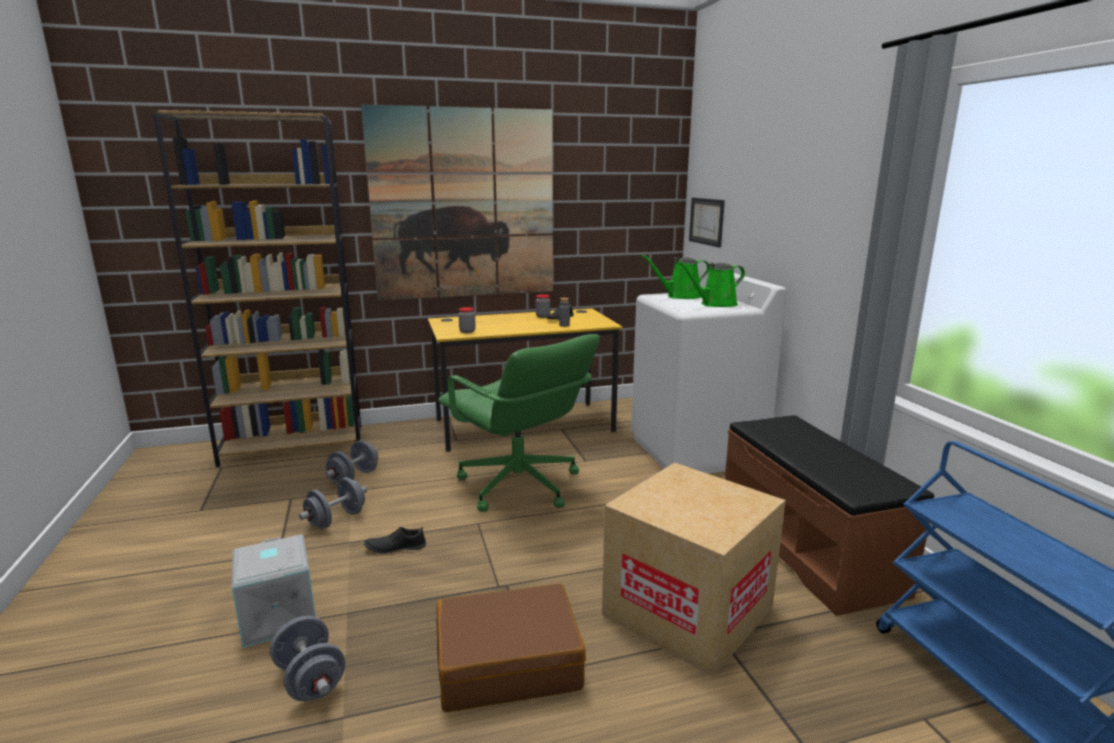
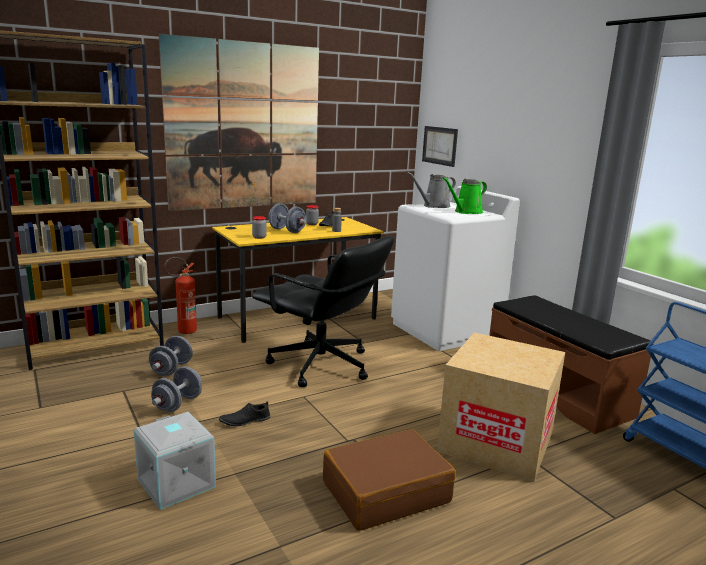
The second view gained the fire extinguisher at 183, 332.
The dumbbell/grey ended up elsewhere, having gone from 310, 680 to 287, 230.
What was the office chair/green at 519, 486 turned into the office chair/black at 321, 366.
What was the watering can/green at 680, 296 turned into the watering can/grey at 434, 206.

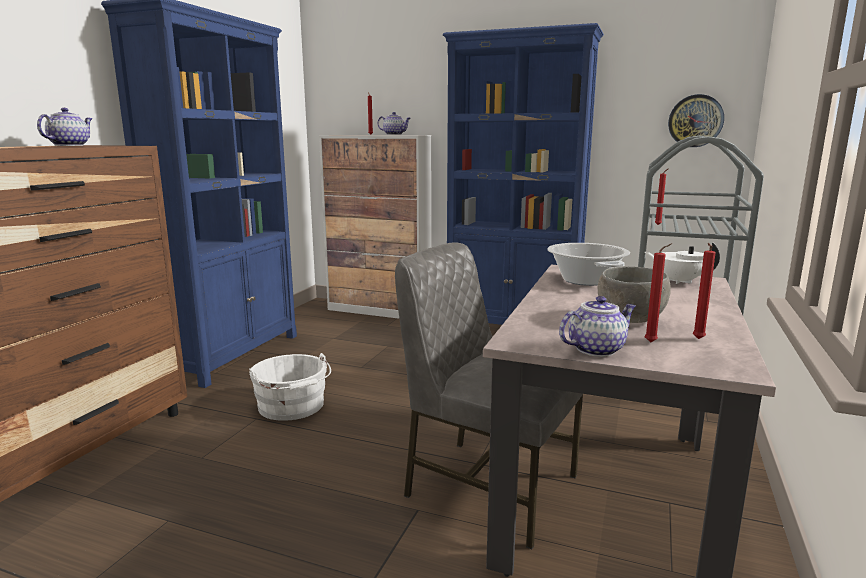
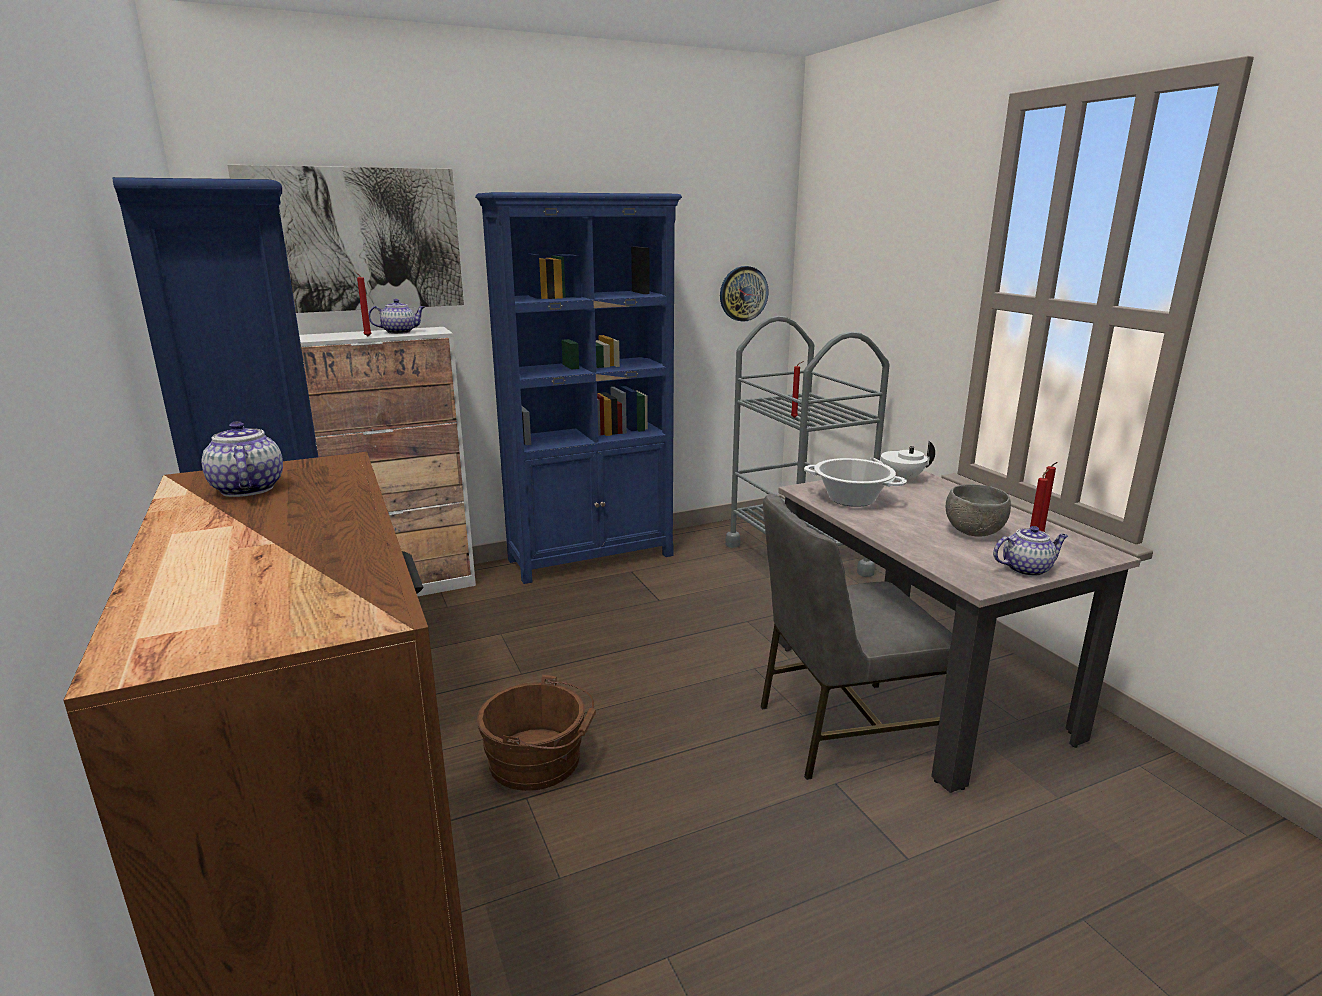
The second view gained the picture at 354, 240.
What was the bucket/white at 292, 407 turned into the bucket/brown at 540, 761.
The teapot at 596, 349 ended up facing another way, 60 degrees clockwise from before.

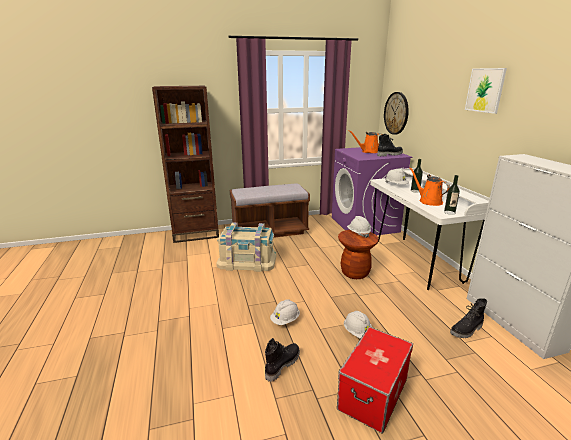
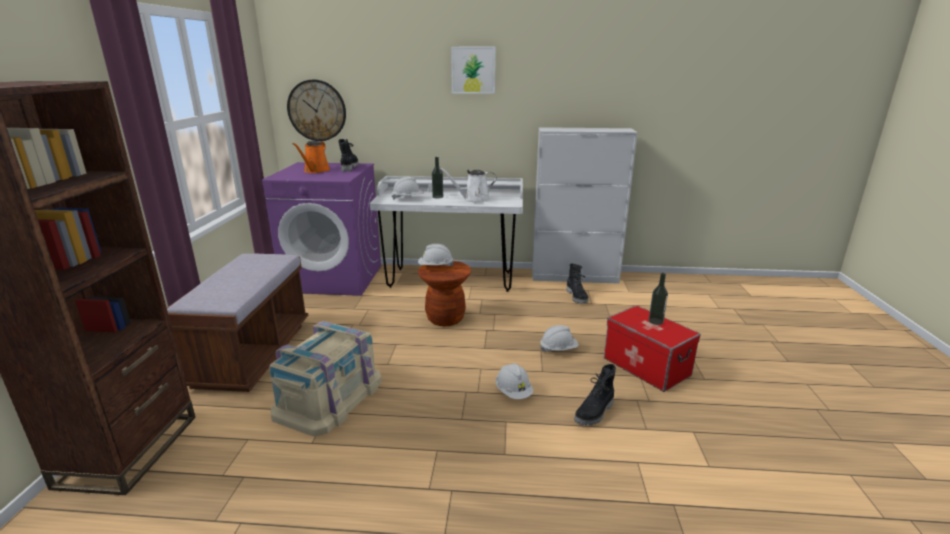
The bottle ended up elsewhere, having gone from 449, 212 to 655, 321.
What was the watering can/orange at 428, 201 turned into the watering can/white at 473, 199.
The boot/black at 282, 364 ended up facing another way, 105 degrees counterclockwise from before.

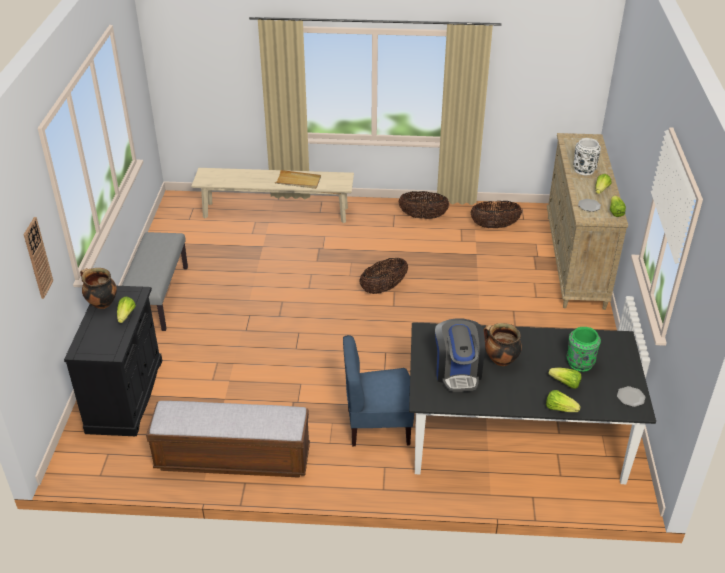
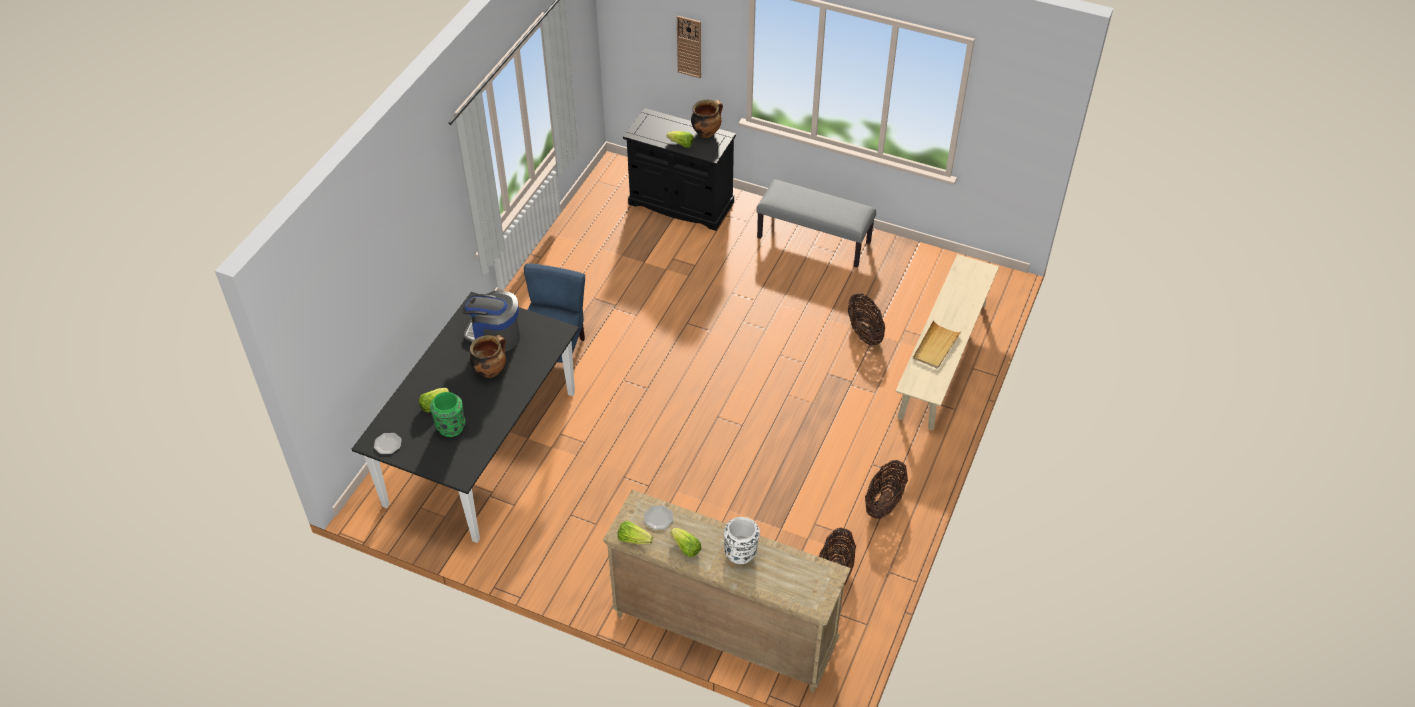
The second view lost the bench at 233, 458.
The second view lost the lettuce at 560, 408.
The basket ended up elsewhere, having gone from 383, 288 to 864, 332.

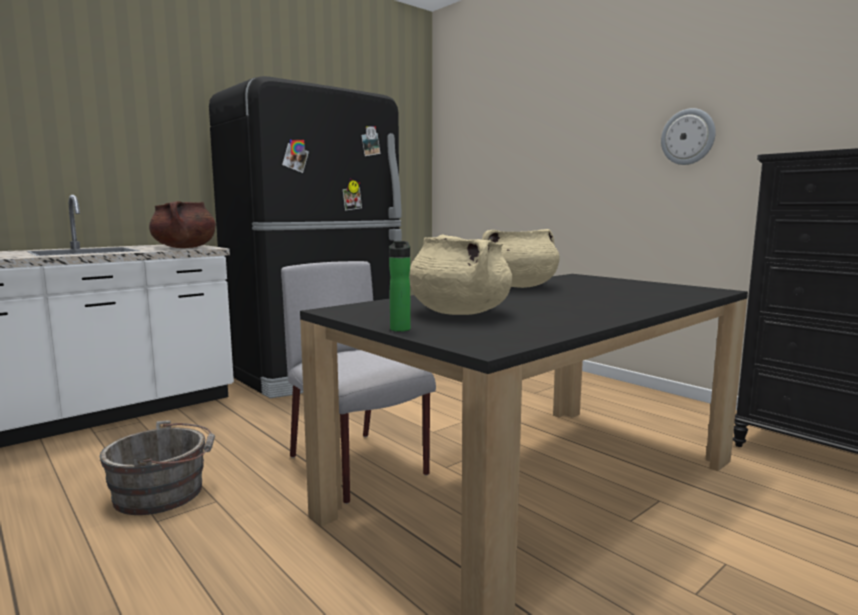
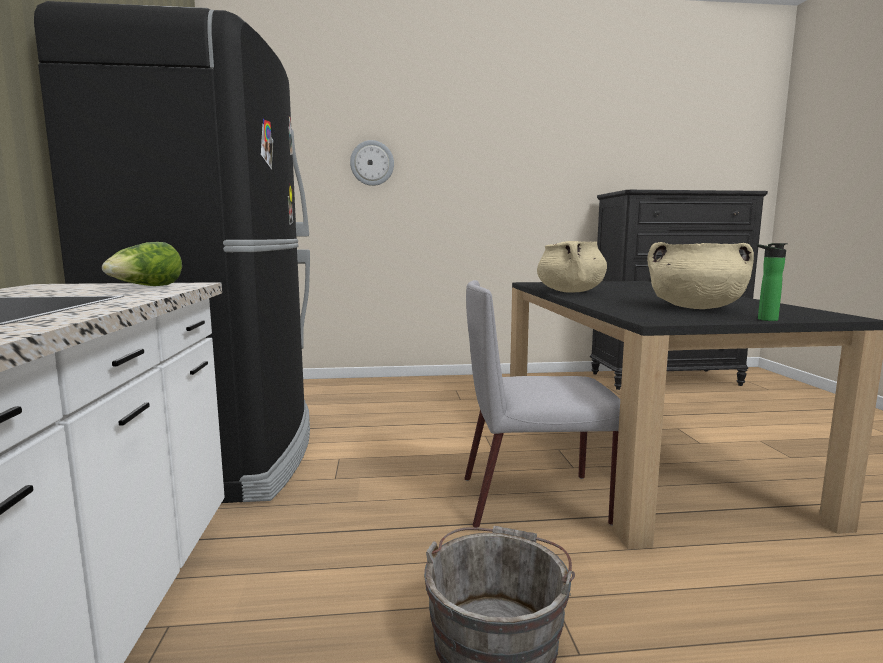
The wall clock ended up elsewhere, having gone from 688, 137 to 372, 163.
Where the cooking pot/brown stood at 184, 248, the lettuce came to stand at 146, 287.

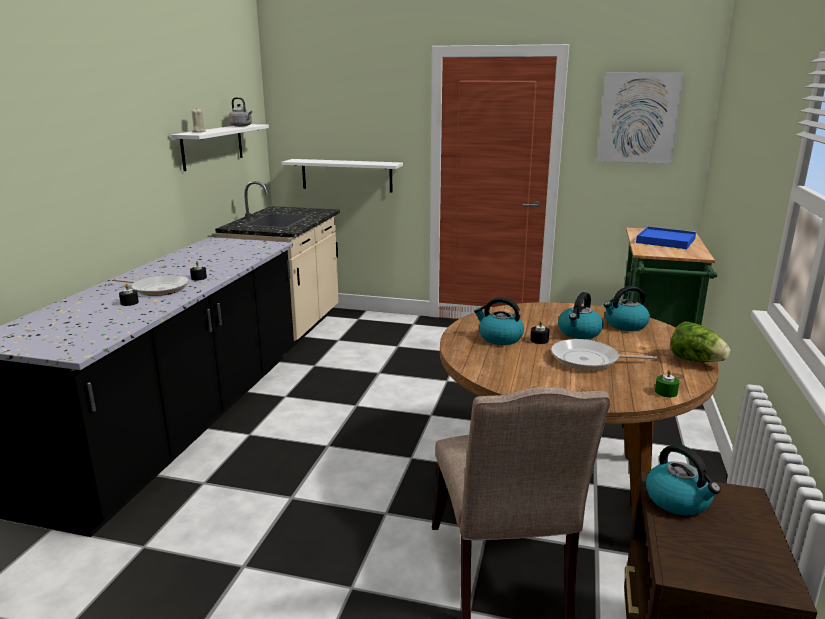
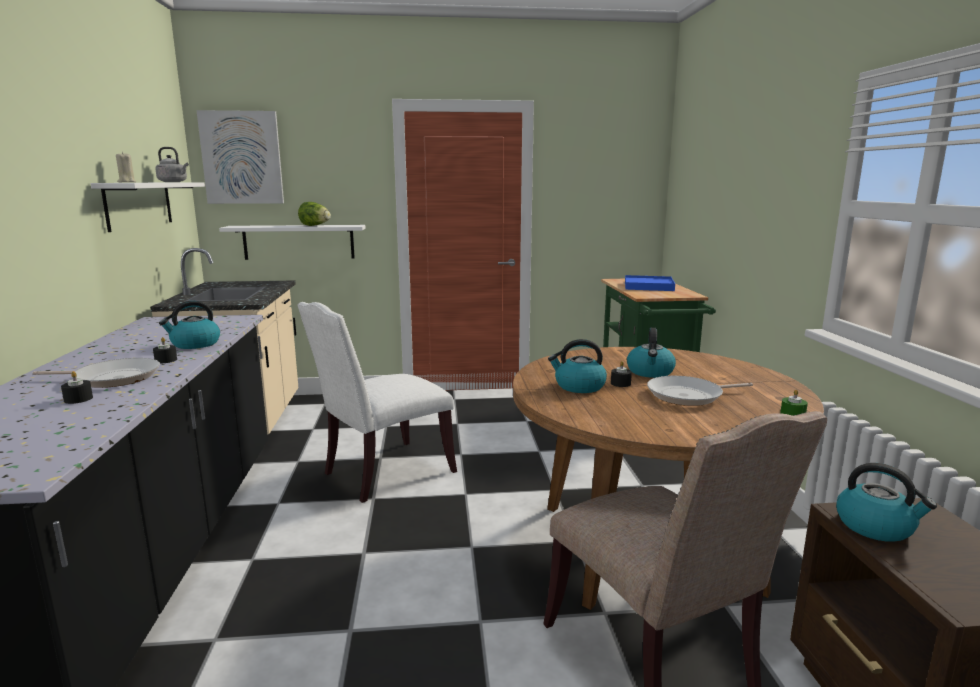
The second view gained the chair/white at 383, 473.
The picture ended up elsewhere, having gone from 638, 118 to 242, 158.
The kettle ended up elsewhere, having gone from 625, 325 to 195, 344.
The lettuce ended up elsewhere, having gone from 695, 361 to 315, 225.

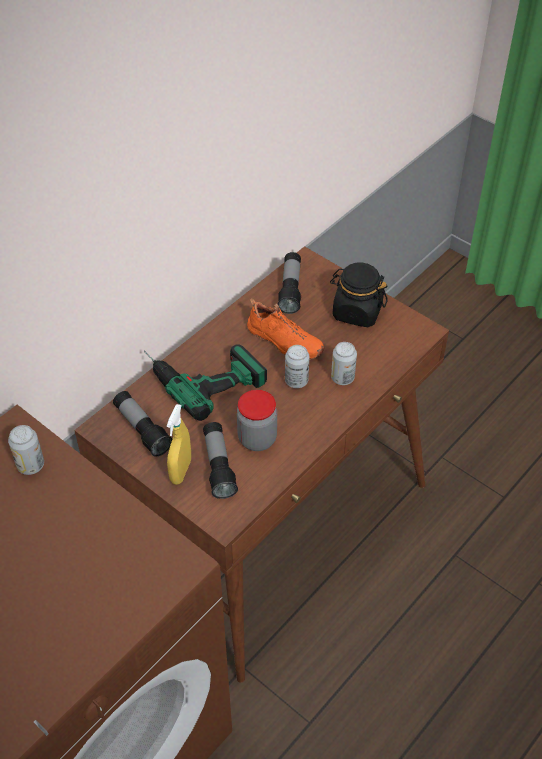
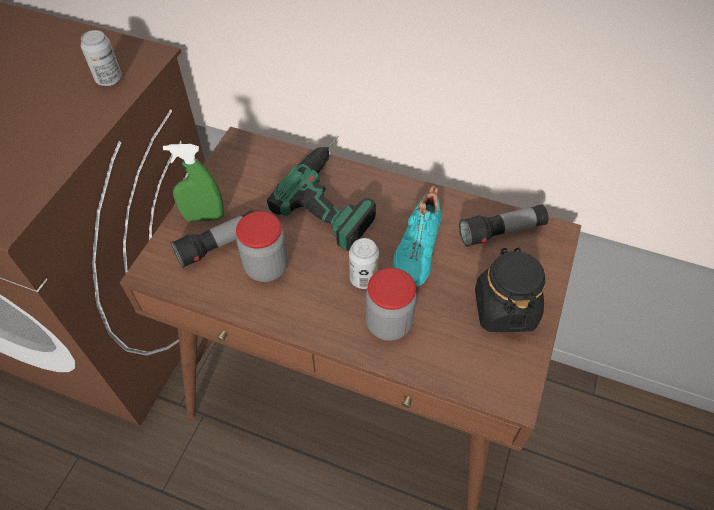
The second view lost the flashlight at 142, 429.
Where the can stood at 342, 378, the jar came to stand at 388, 323.
What was the spray bottle/yellow at 181, 471 turned into the spray bottle/green at 204, 217.
What was the shoe/orange at 283, 342 turned into the shoe/turquoise at 415, 249.

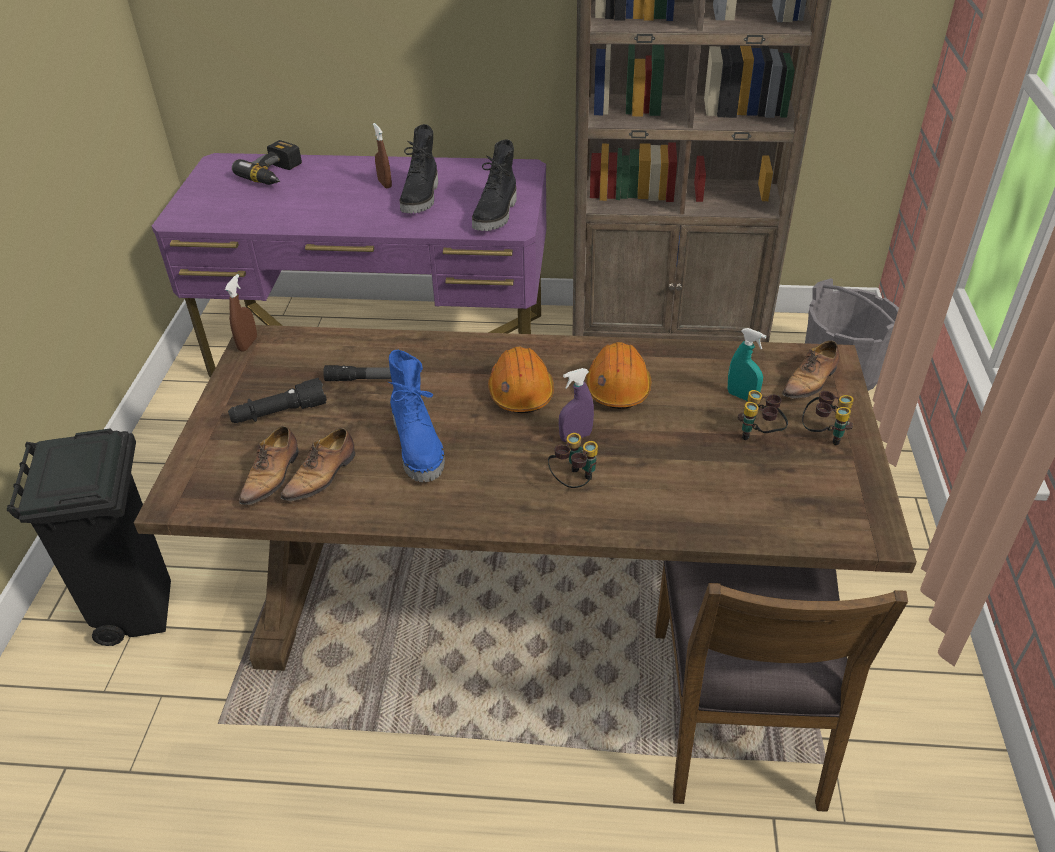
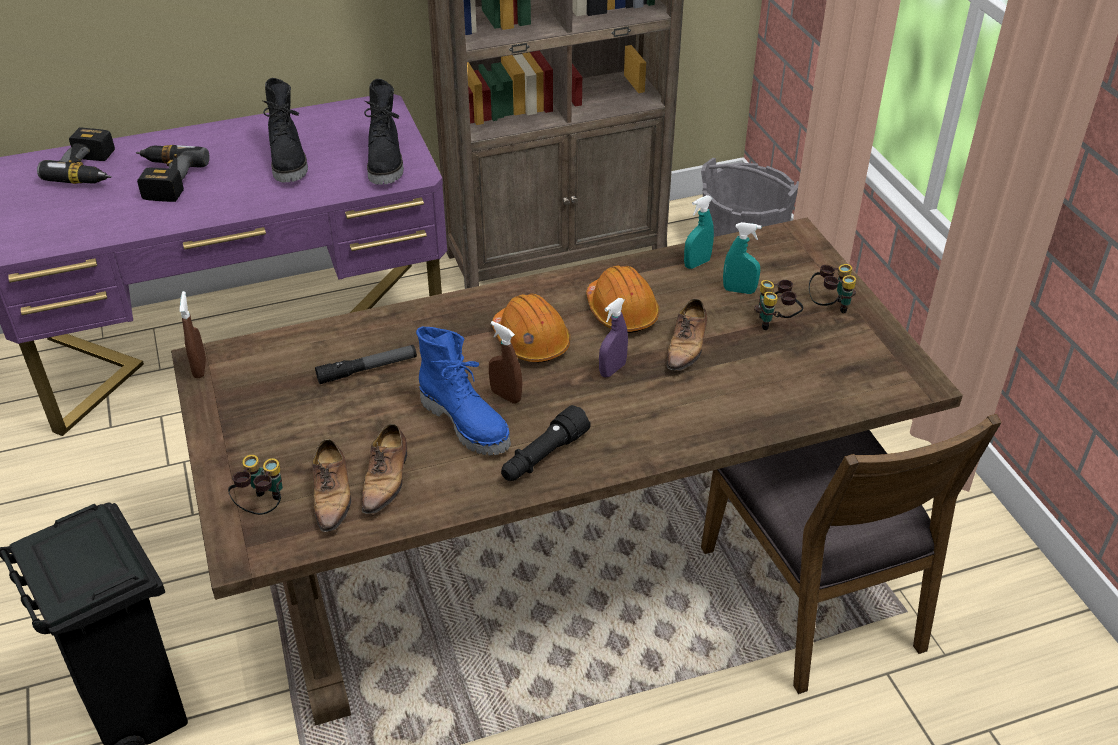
The second view gained the power drill at 164, 180.
The second view gained the spray bottle/turquoise at 697, 263.
The flashlight/black ended up elsewhere, having gone from 279, 413 to 543, 456.
The spray bottle/brown ended up elsewhere, having gone from 385, 184 to 506, 396.
The binoculars ended up elsewhere, having gone from 573, 482 to 262, 507.
The shoe ended up elsewhere, having gone from 810, 381 to 686, 346.

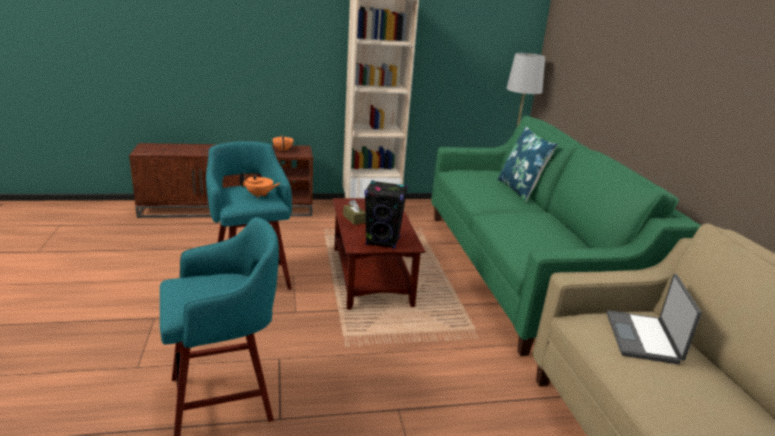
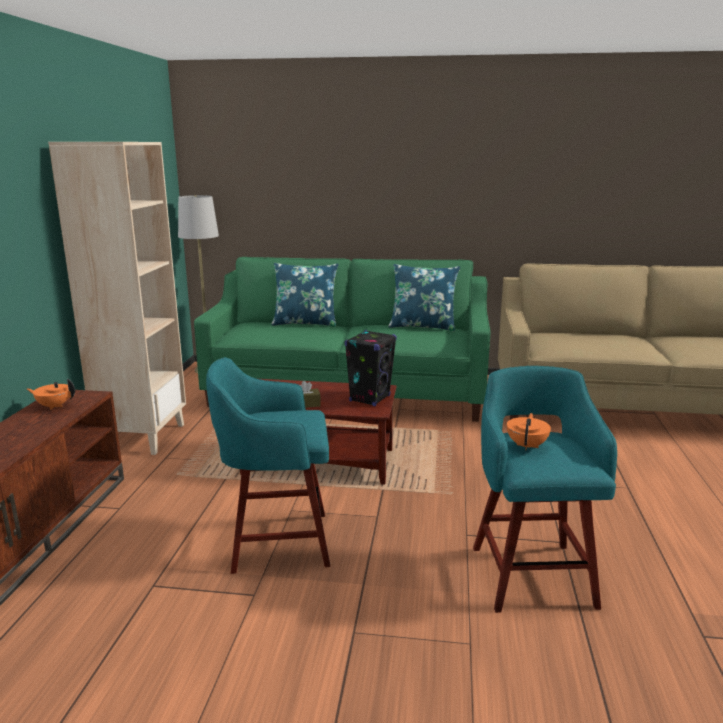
The second view lost the laptop at 643, 338.
The second view gained the pillow/blue at 423, 326.
The teapot/orange ended up elsewhere, having gone from 259, 195 to 527, 446.

